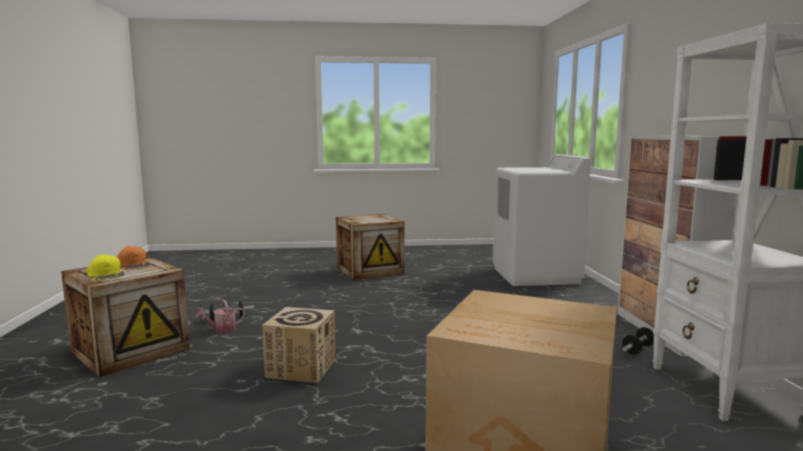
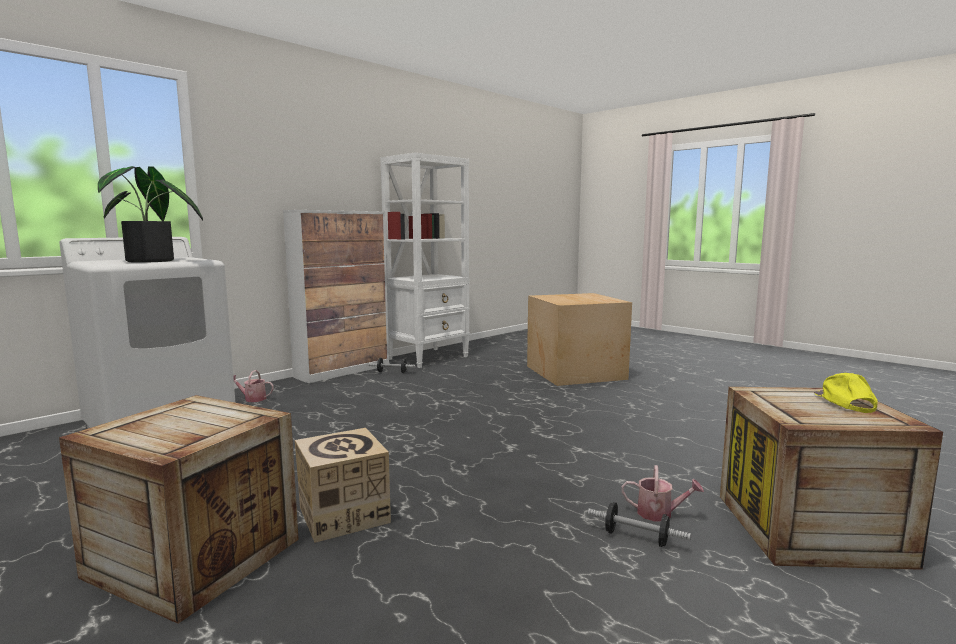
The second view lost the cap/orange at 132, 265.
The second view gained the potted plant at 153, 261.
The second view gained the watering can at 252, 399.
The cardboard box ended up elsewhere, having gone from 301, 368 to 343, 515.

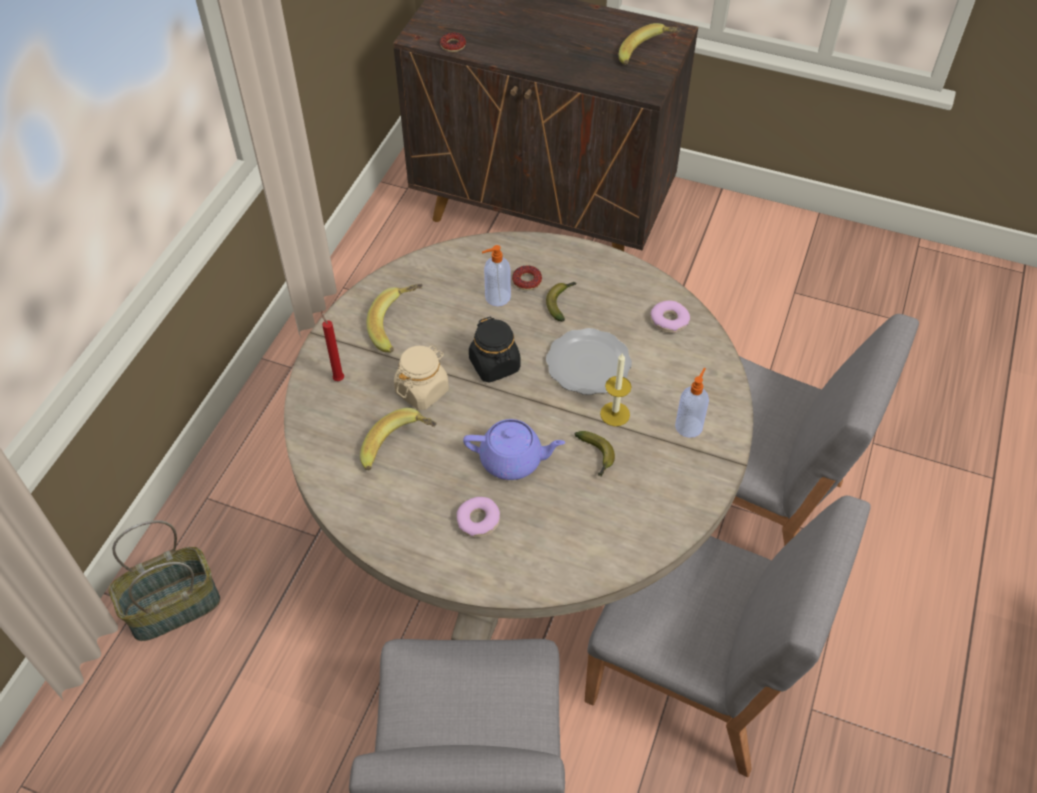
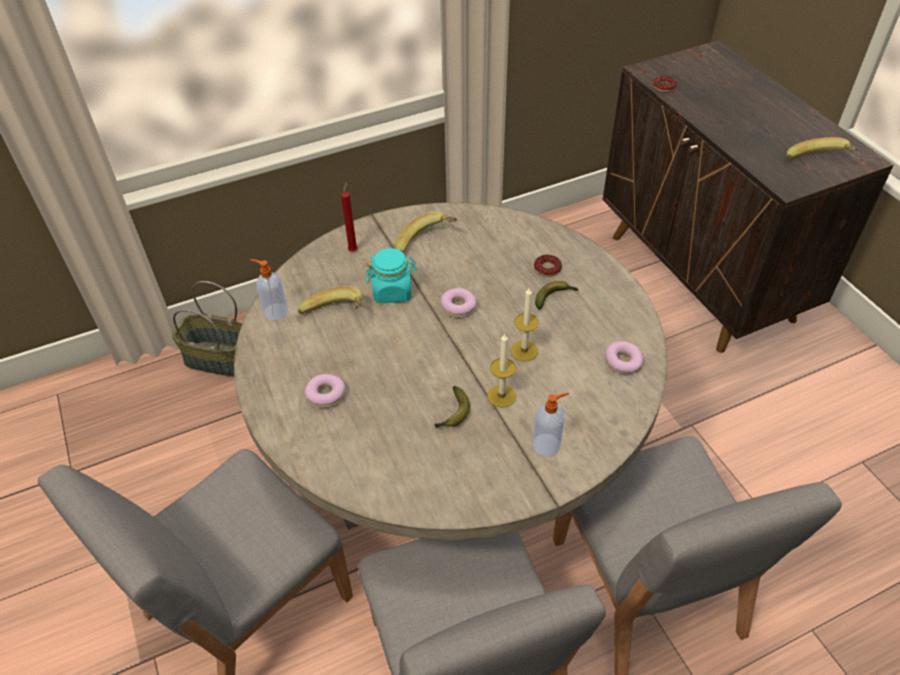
The second view lost the teapot/purple at 512, 460.
The soap dispenser ended up elsewhere, having gone from 496, 297 to 275, 311.
Where the jar/black stood at 495, 365, the donut came to stand at 458, 307.
Where the plate stood at 589, 364, the candle came to stand at 524, 351.
What was the jar/beige at 422, 391 turned into the jar/turquoise at 393, 291.

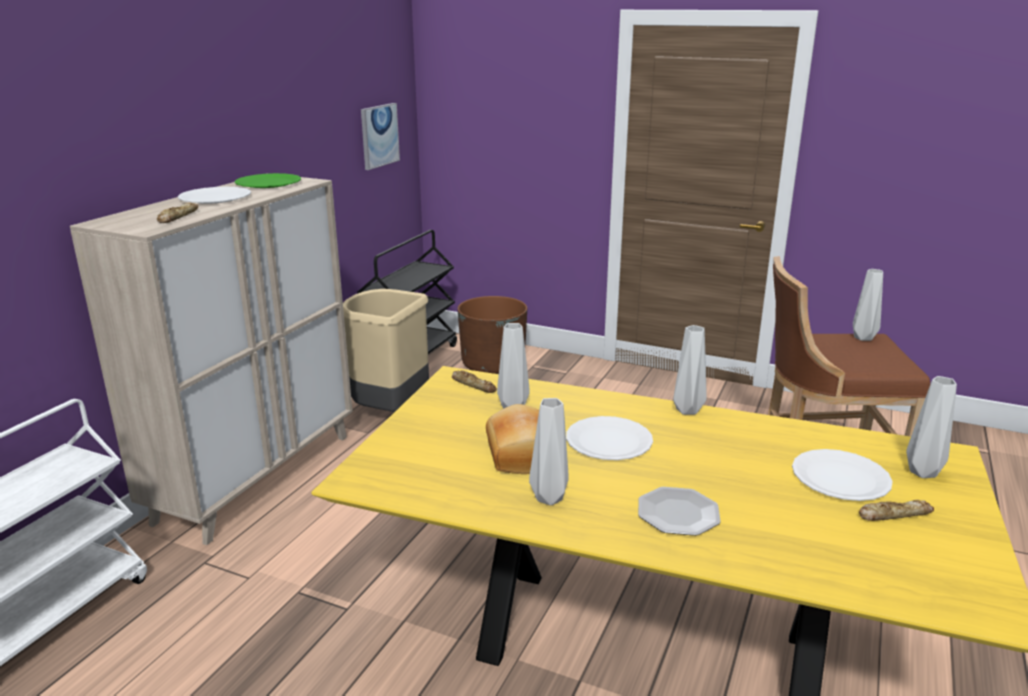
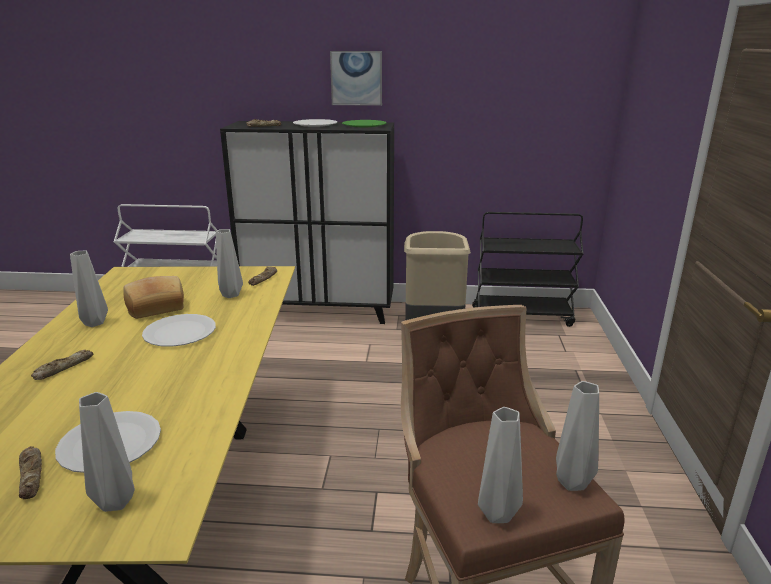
The second view lost the planter/brown at 493, 365.
The picture ended up elsewhere, having gone from 379, 135 to 356, 78.
The vase/grey ended up elsewhere, having gone from 687, 411 to 495, 514.
Where the plate stood at 678, 513, the bread came to stand at 63, 368.
What was the cabinet/beige at 256, 477 turned into the cabinet/black at 320, 311.

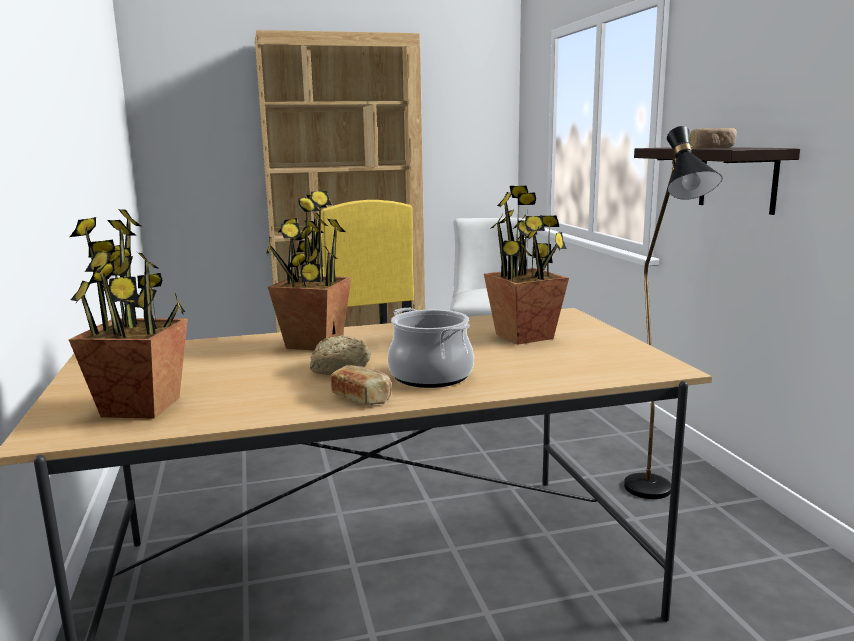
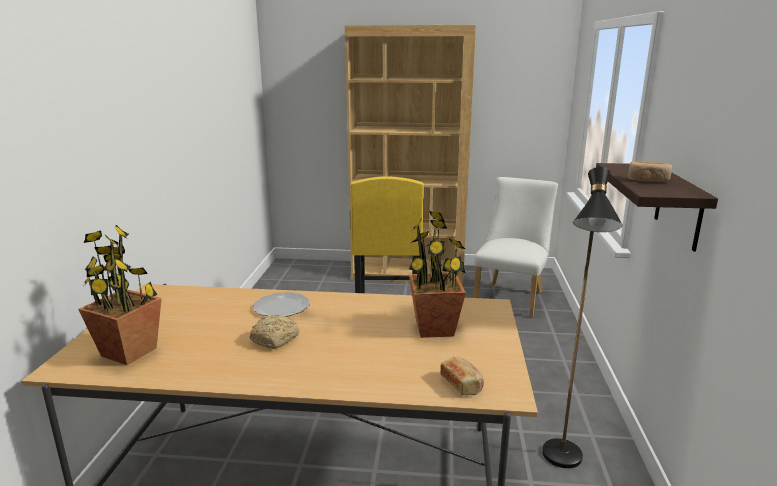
The second view lost the cooking pot at 431, 376.
The bread ended up elsewhere, having gone from 362, 397 to 462, 384.
Where the potted plant stood at 314, 344, the plate came to stand at 282, 307.

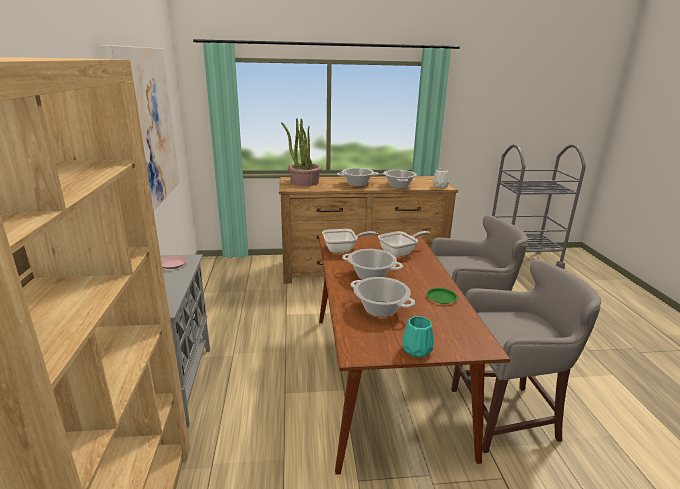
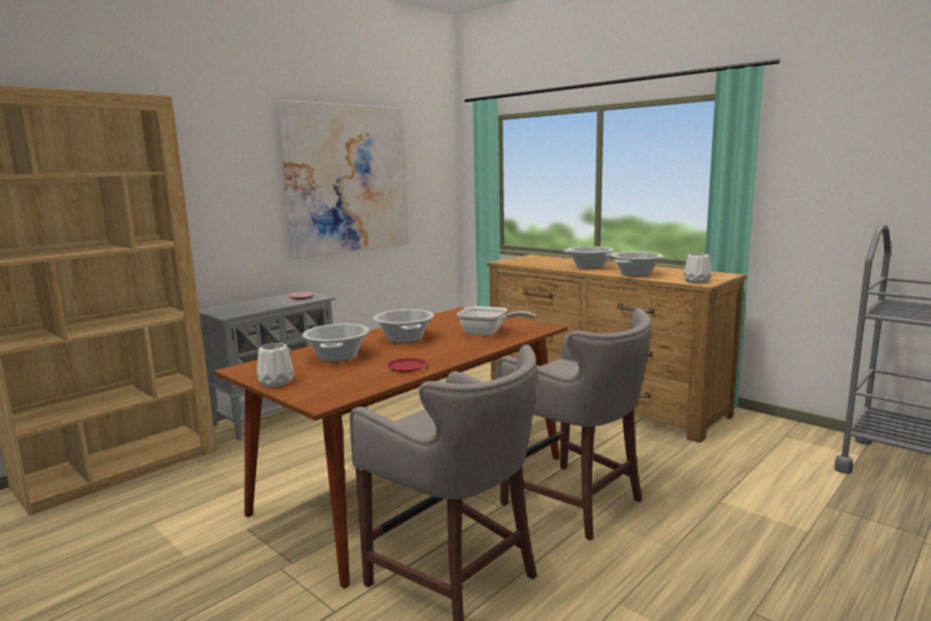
The second view lost the potted plant at 304, 182.
The second view lost the frying pan at 343, 249.
What was the vase/turquoise at 416, 350 turned into the vase/white at 275, 382.
What was the plate/green at 441, 298 turned into the plate/red at 406, 367.

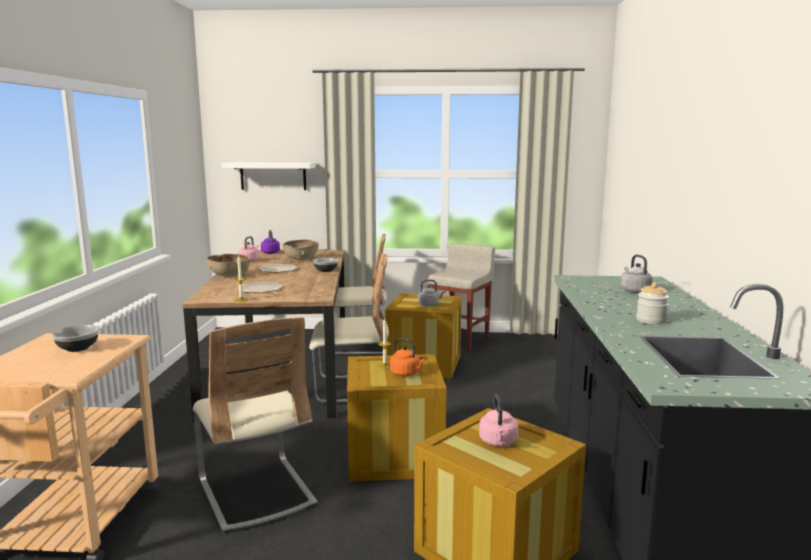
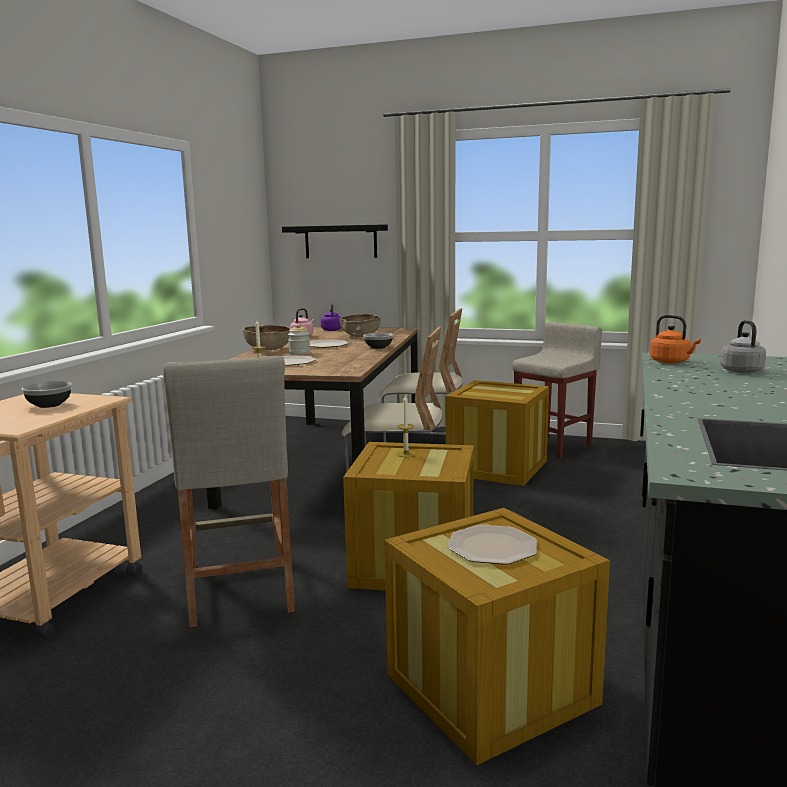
The second view lost the kettle/grey at 429, 304.
The kettle/orange ended up elsewhere, having gone from 406, 373 to 671, 362.
The jar ended up elsewhere, having gone from 651, 320 to 299, 353.
Where the chair/beige stood at 256, 492, the stool/beige came to stand at 239, 587.
Where the kettle/pink stood at 498, 442, the plate came to stand at 493, 547.
What was the shelf/white at 273, 176 turned into the shelf/black at 340, 241.

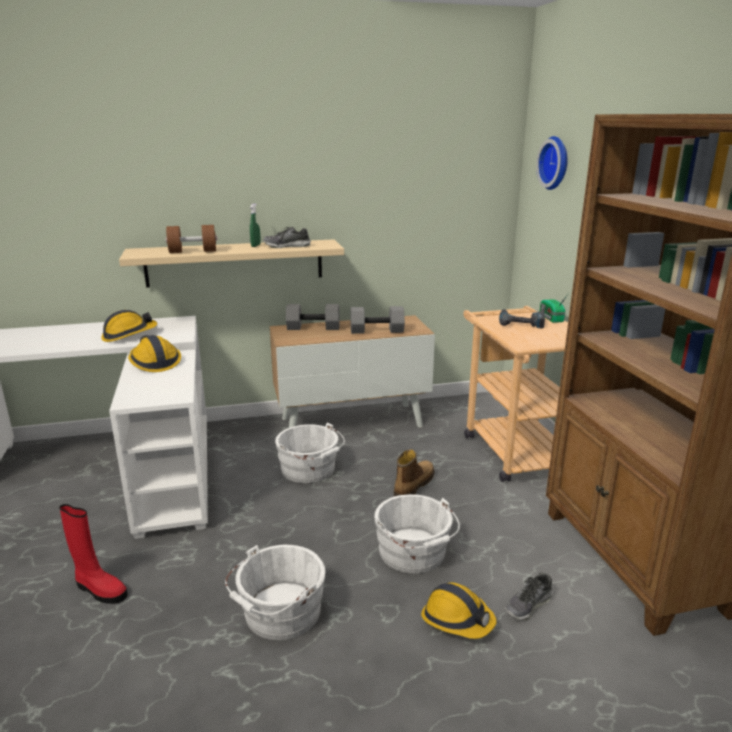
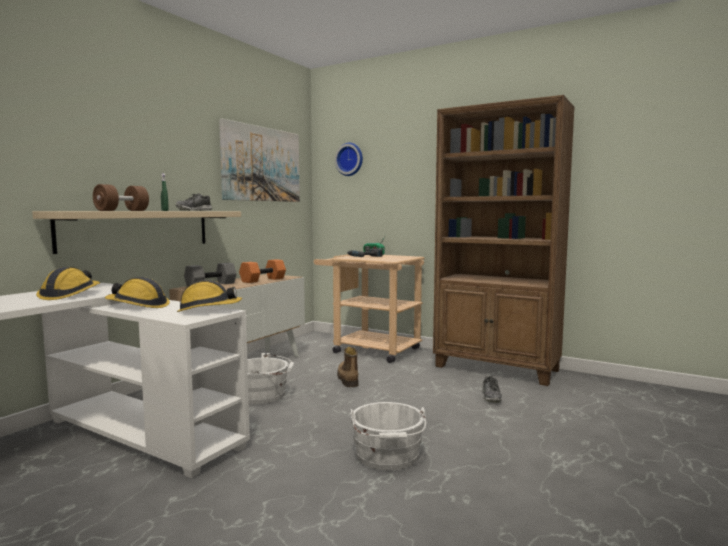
The second view lost the boot/red at 99, 590.
The second view lost the bucket/white at 414, 553.
The second view gained the picture at 261, 164.
The hard hat ended up elsewhere, having gone from 457, 619 to 209, 310.
What was the dumbbell/grey at 377, 330 turned into the dumbbell/orange at 263, 280.

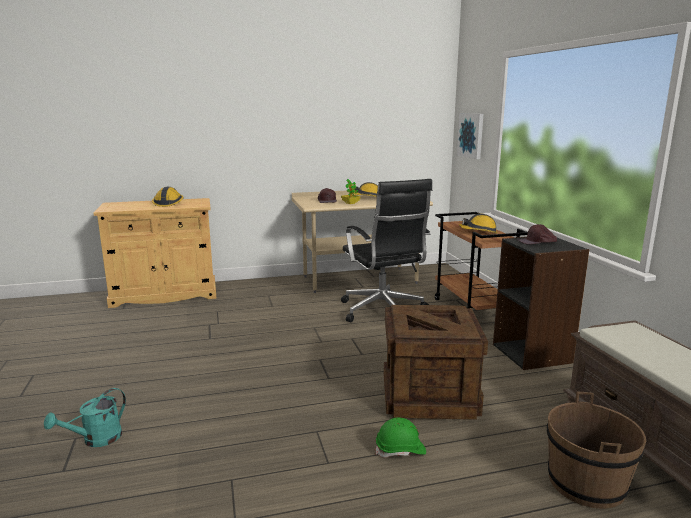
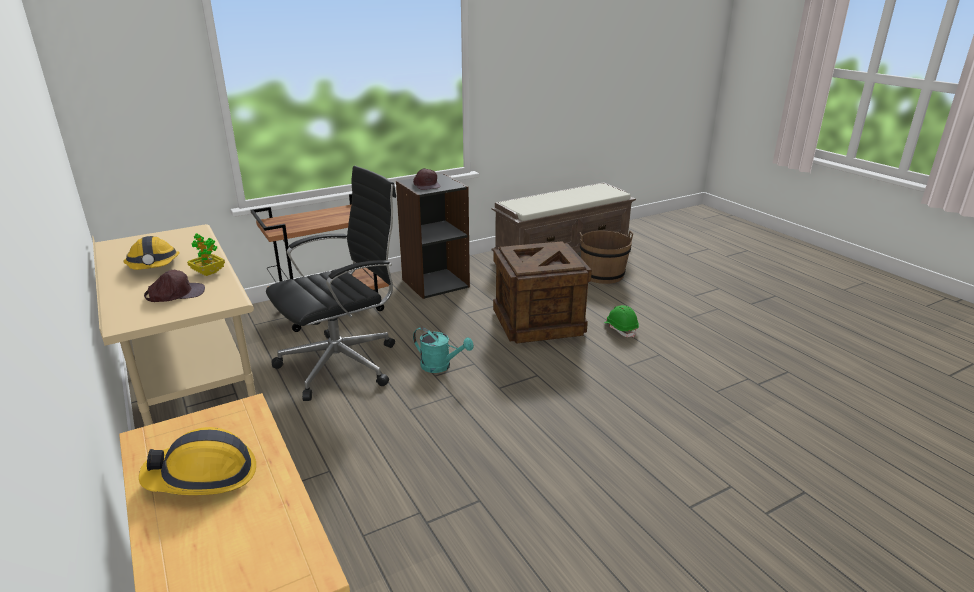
The second view lost the picture at 471, 135.
The second view lost the hard hat at 478, 232.
The watering can/turquoise ended up elsewhere, having gone from 96, 440 to 441, 366.

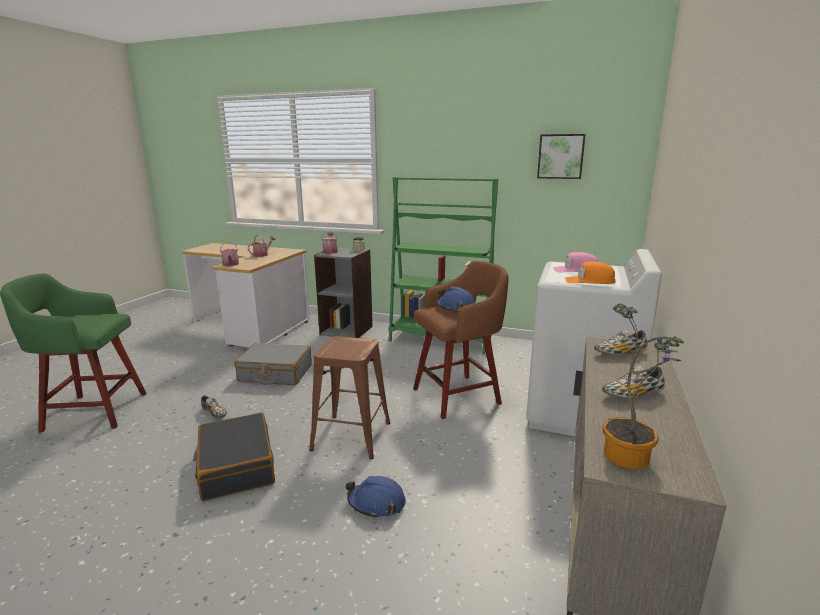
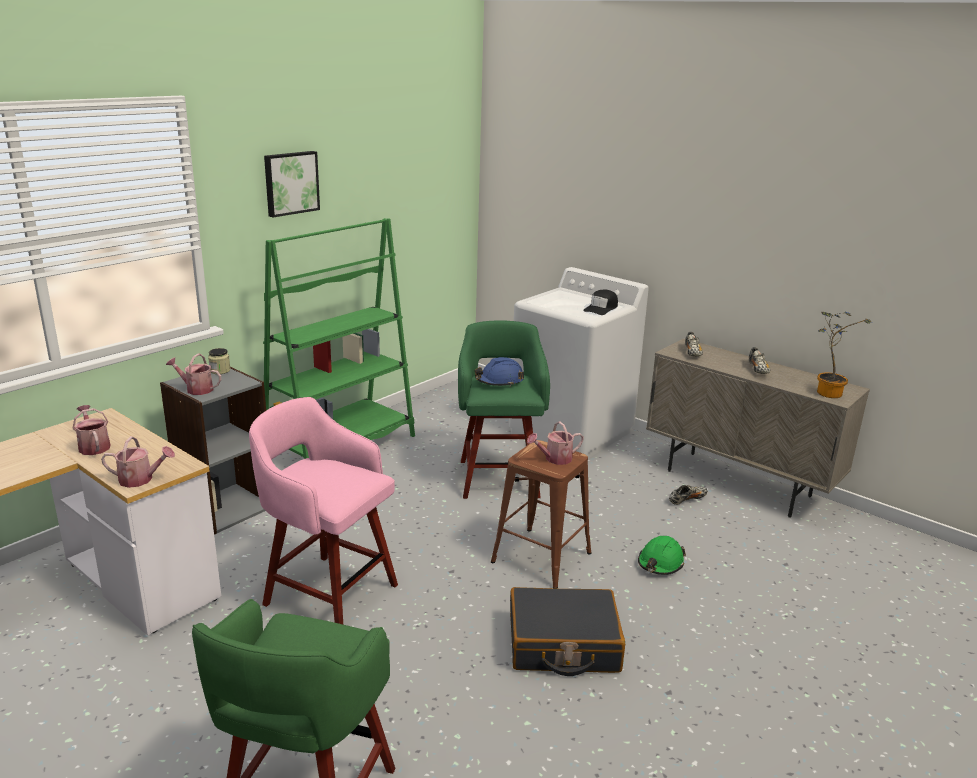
The second view lost the cap/pink at 575, 270.
The second view gained the watering can at 555, 459.
The shoe ended up elsewhere, having gone from 215, 413 to 687, 499.
The picture ended up elsewhere, having gone from 560, 156 to 290, 183.
Where the suitcase/grey stood at 275, 373, the stool/pink came to stand at 328, 593.
What was the hard hat/blue at 376, 503 turned into the hard hat/green at 660, 563.
What was the stool/brown at 459, 395 turned into the stool/green at 499, 477.
What was the cap/orange at 589, 281 turned into the cap/black at 601, 308.

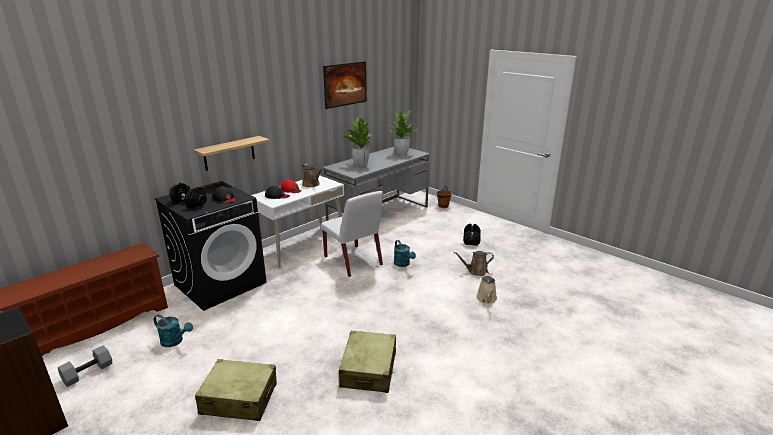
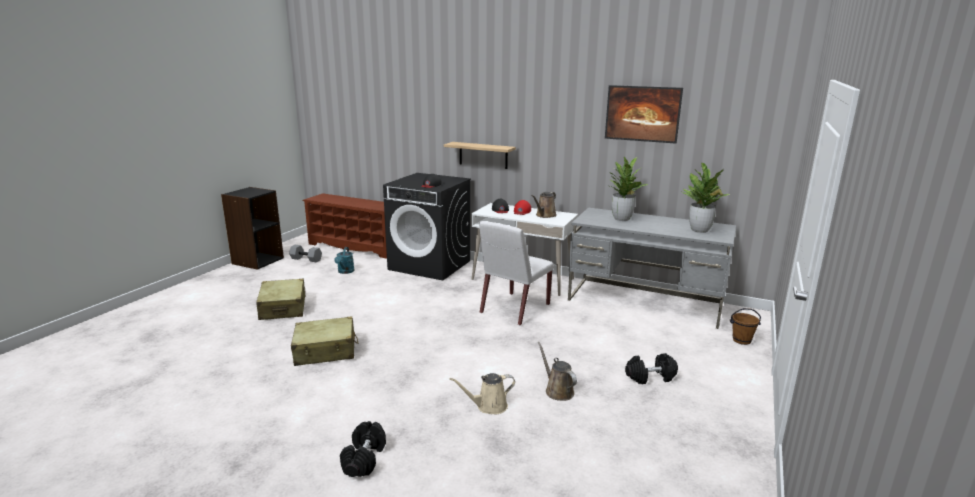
The second view lost the watering can/turquoise at 403, 264.
The dumbbell/black ended up elsewhere, having gone from 189, 203 to 364, 459.

